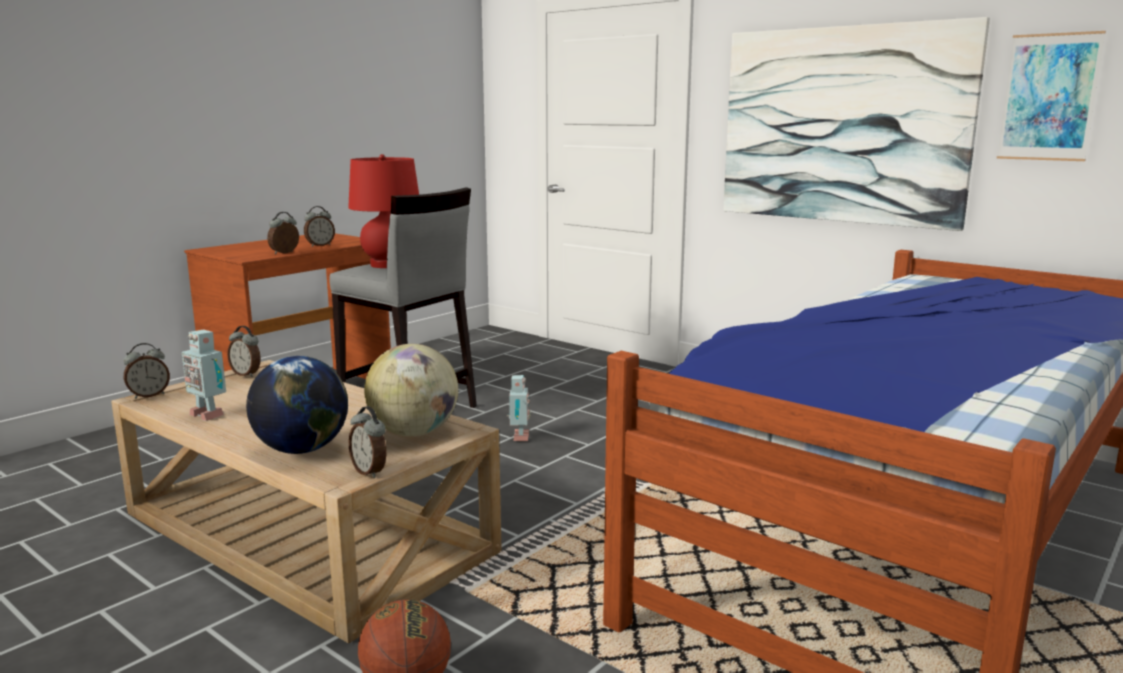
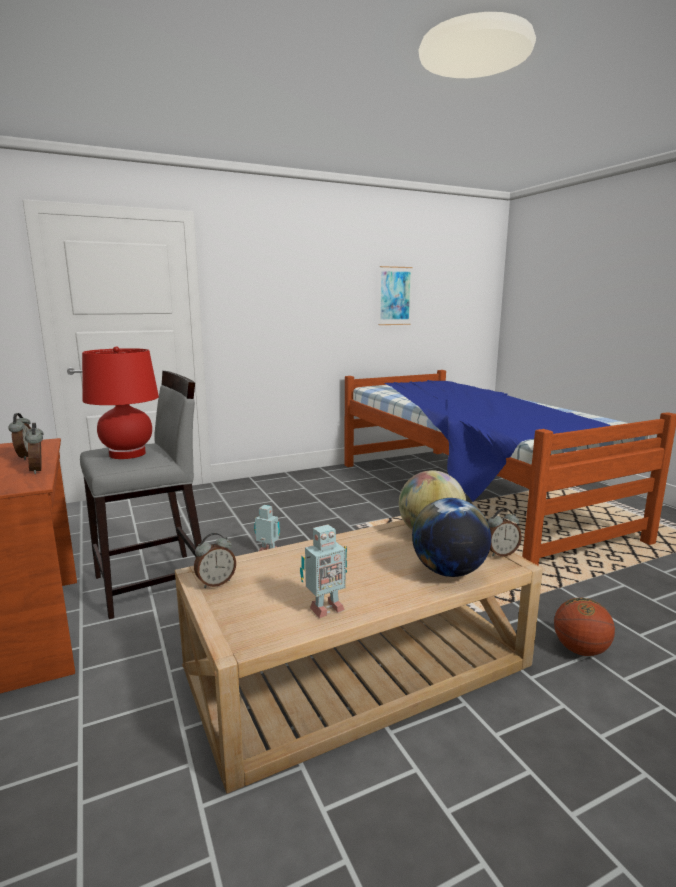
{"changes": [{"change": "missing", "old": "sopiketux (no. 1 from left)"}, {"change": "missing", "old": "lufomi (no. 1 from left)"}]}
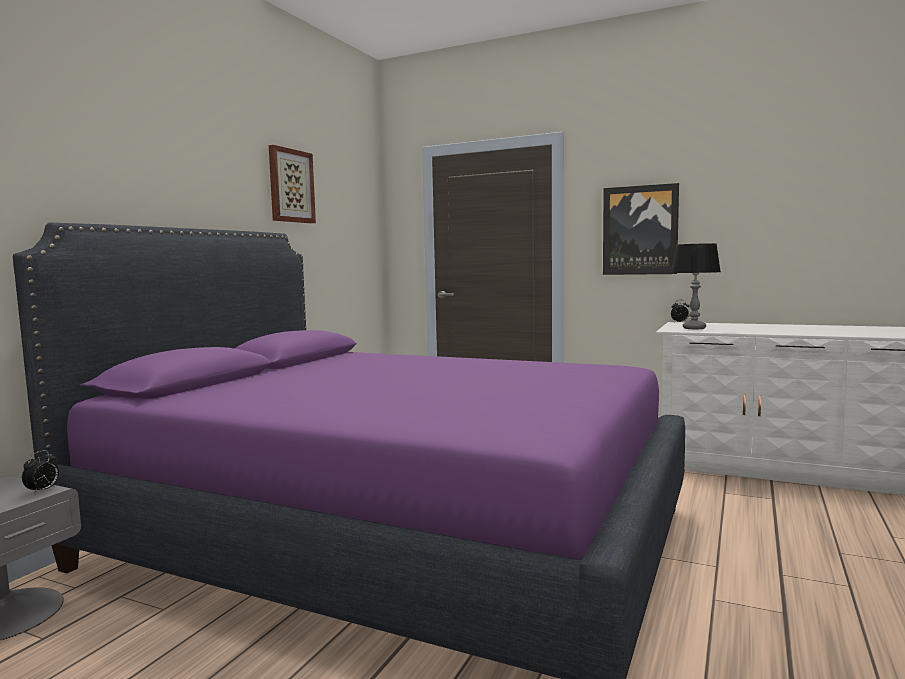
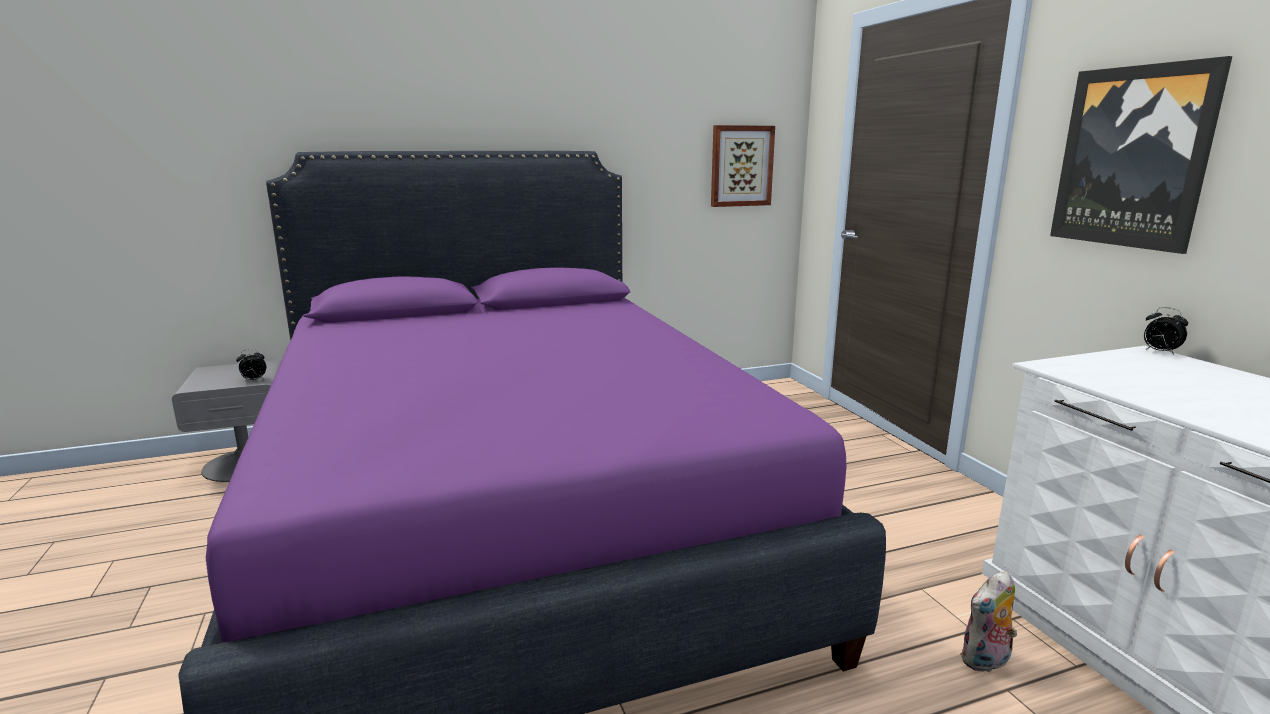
{"changes": [{"change": "relocated", "old": "lufomi (no. 1 from left)"}, {"change": "appeared", "new": "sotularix"}, {"change": "missing", "old": "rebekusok"}]}
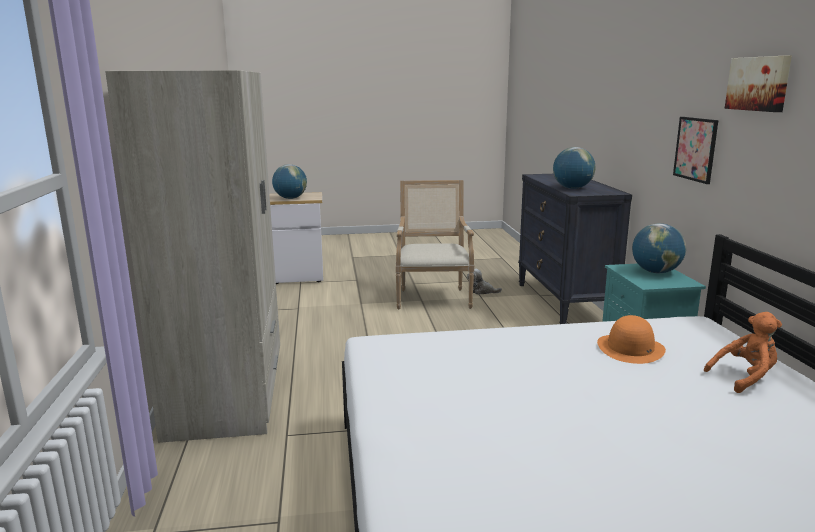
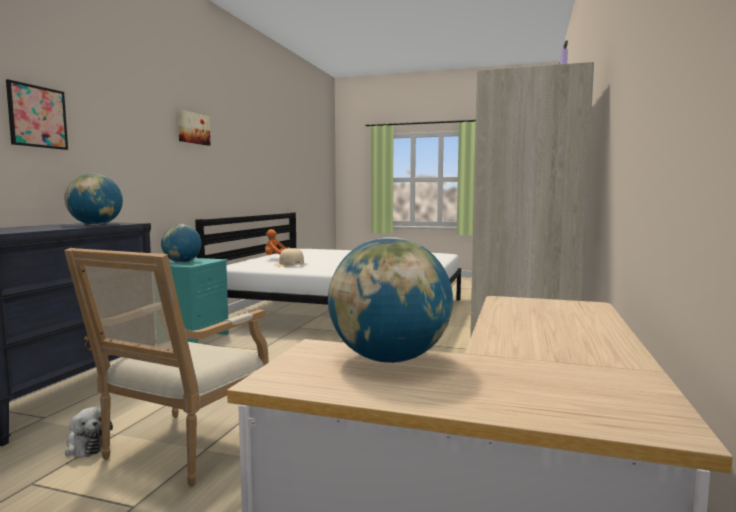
{"changes": [{"change": "relocated", "old": "lufomi (no. 1 from left)"}, {"change": "colour", "old": "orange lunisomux", "new": "beige lunisomux"}]}
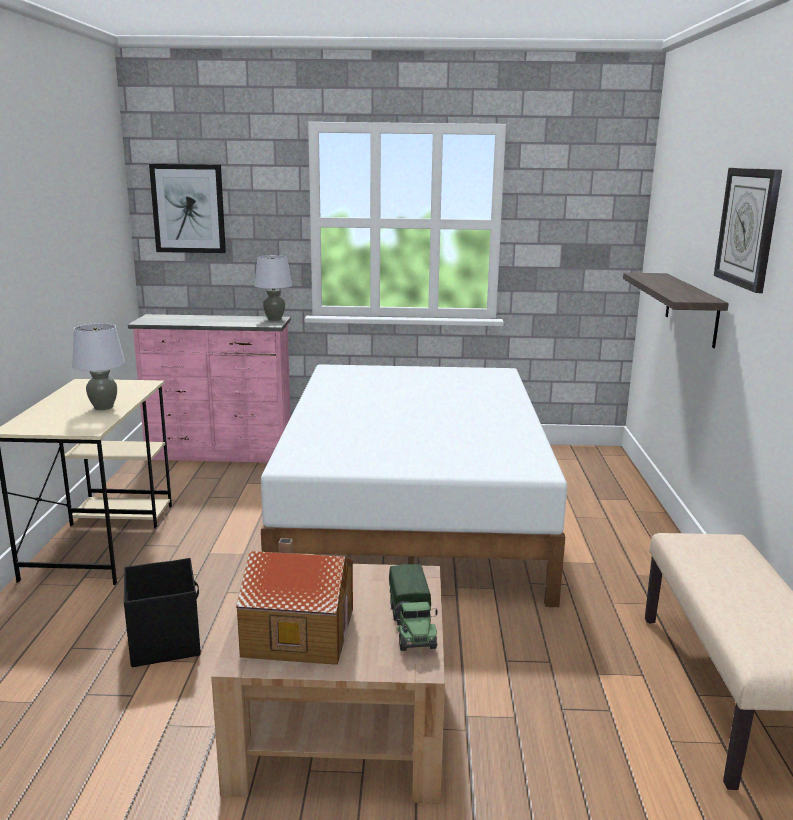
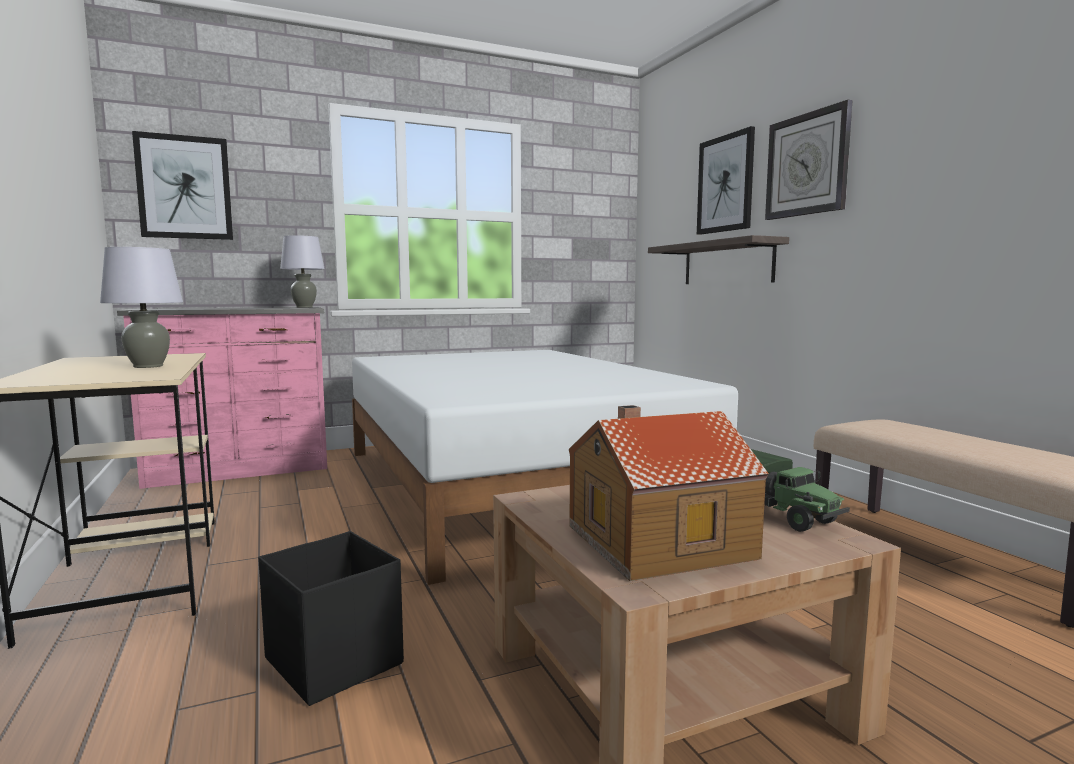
{"changes": [{"change": "appeared", "new": "lufomi (no. 2 from left)"}]}
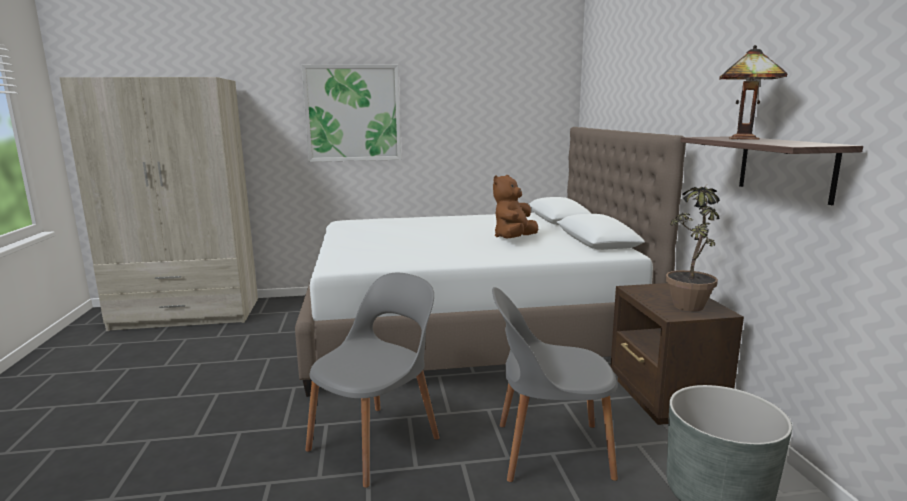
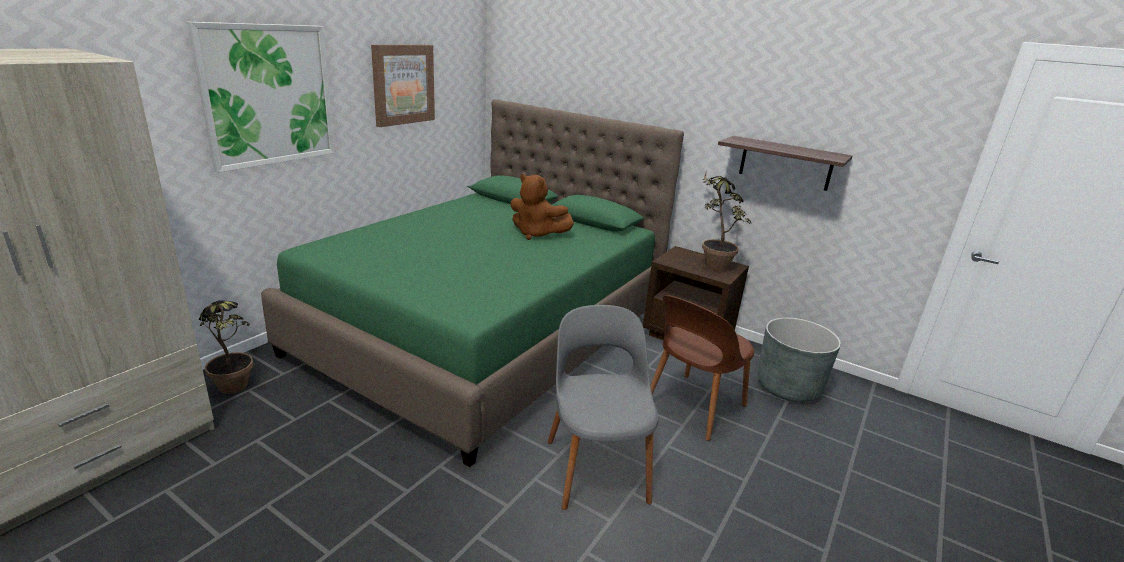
{"changes": [{"change": "appeared", "new": "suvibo (no. 1 from left)"}, {"change": "colour", "old": "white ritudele", "new": "green ritudele"}, {"change": "appeared", "new": "lufomi (no. 2 from left)"}, {"change": "spun", "old": "brown sotularix", "degrees": -45}, {"change": "colour", "old": "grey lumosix (no. 2 from left)", "new": "brown lumosix"}, {"change": "missing", "old": "rebekusok"}]}
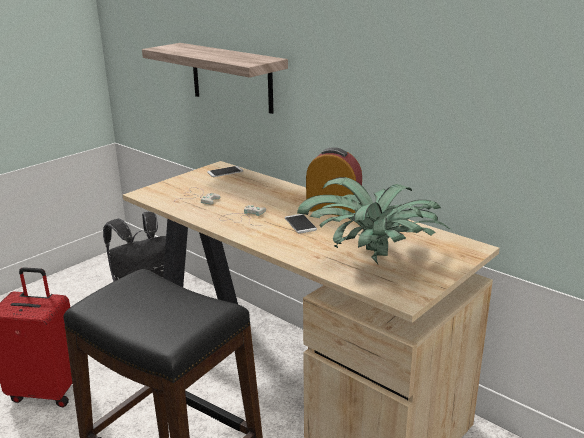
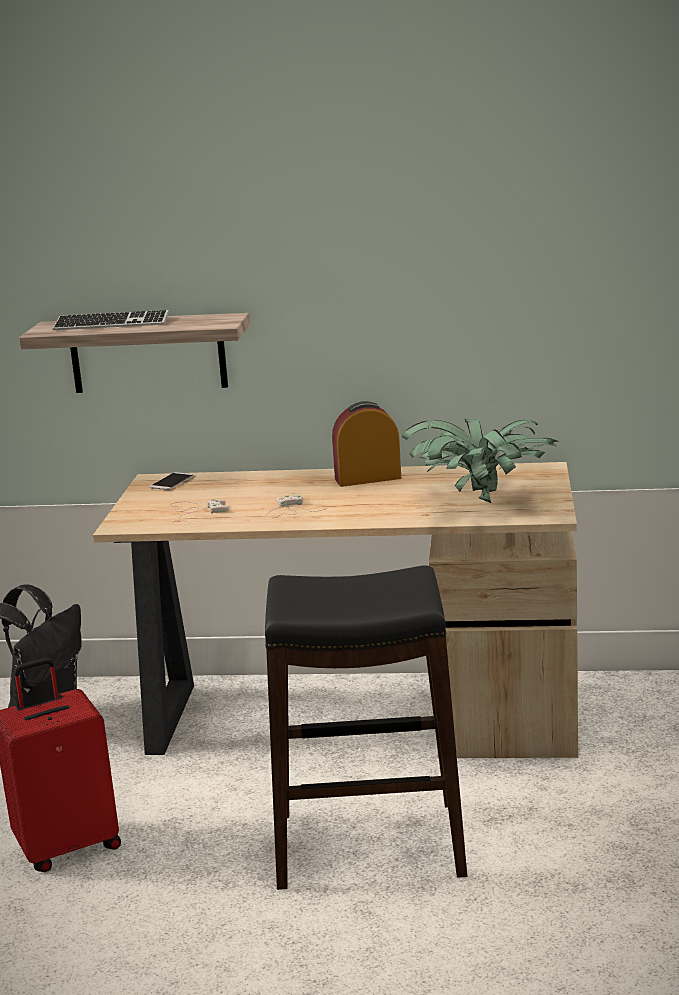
{"changes": [{"change": "appeared", "new": "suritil"}, {"change": "missing", "old": "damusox (no. 2 from left)"}]}
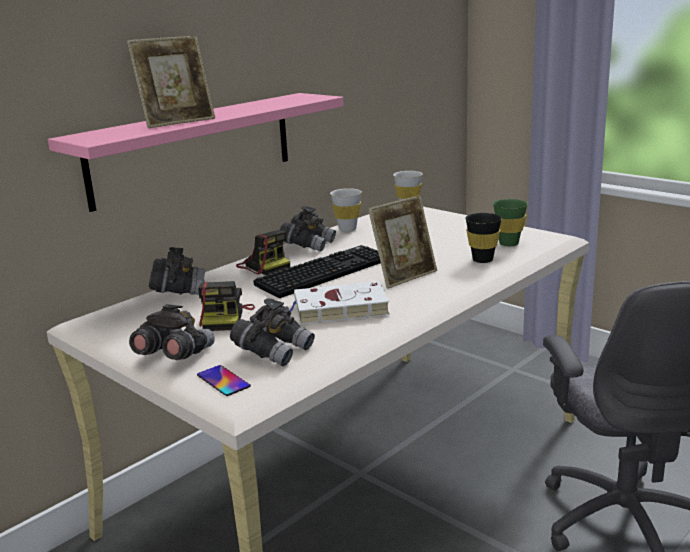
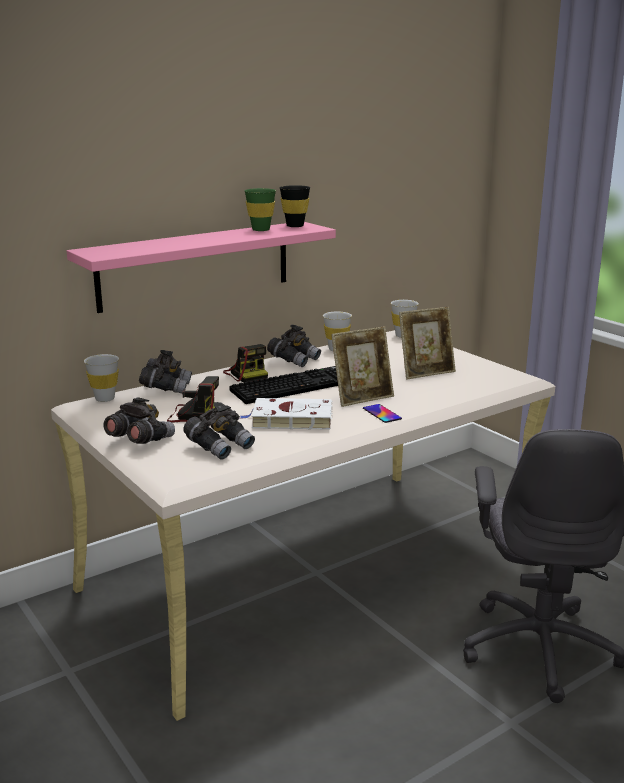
{"changes": [{"change": "appeared", "new": "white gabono (no. 1 from left)"}, {"change": "spun", "old": "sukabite (no. 1 from left)", "degrees": -90}, {"change": "relocated", "old": "green gabono"}, {"change": "relocated", "old": "black gabono"}, {"change": "relocated", "old": "damusox"}, {"change": "relocated", "old": "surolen (no. 1 from left in the first image)", "new": "surolen (no. 2 from left)"}]}
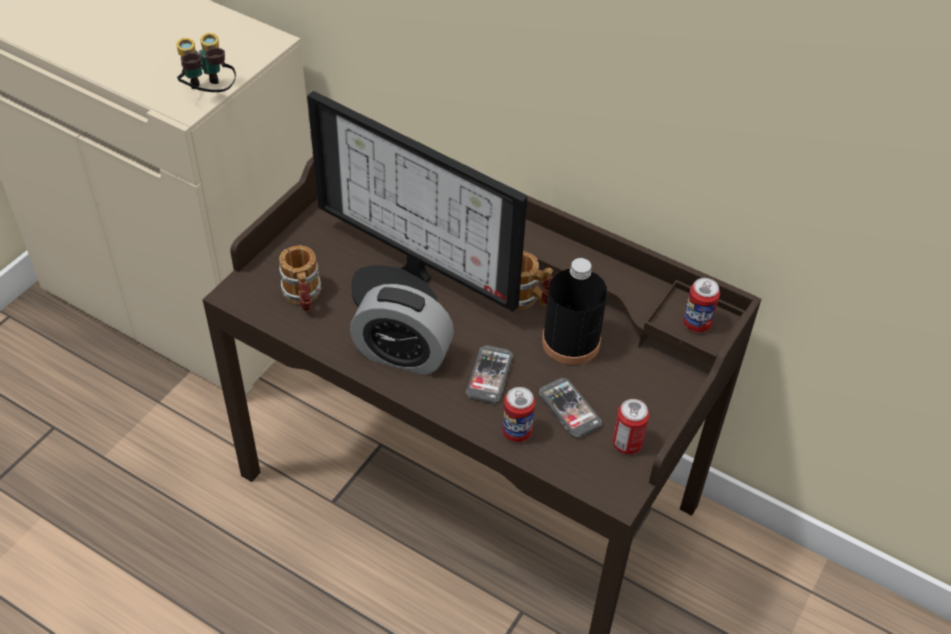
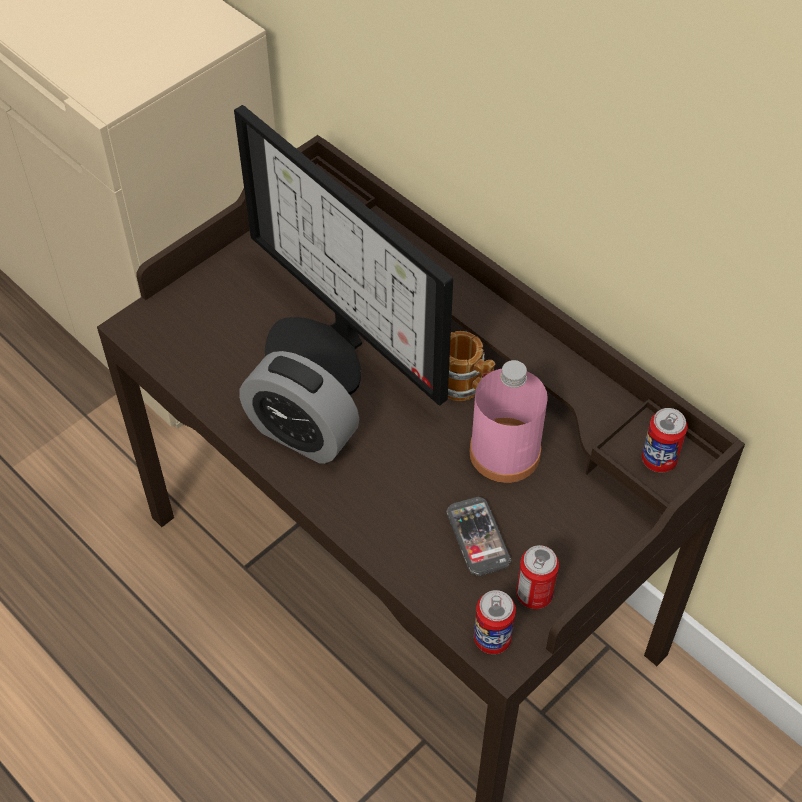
{"changes": [{"change": "colour", "old": "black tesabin", "new": "pink tesabin"}, {"change": "relocated", "old": "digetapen (no. 1 from left)"}, {"change": "missing", "old": "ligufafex"}, {"change": "missing", "old": "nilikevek (no. 1 from left)"}, {"change": "missing", "old": "damusox (no. 1 from left)"}]}
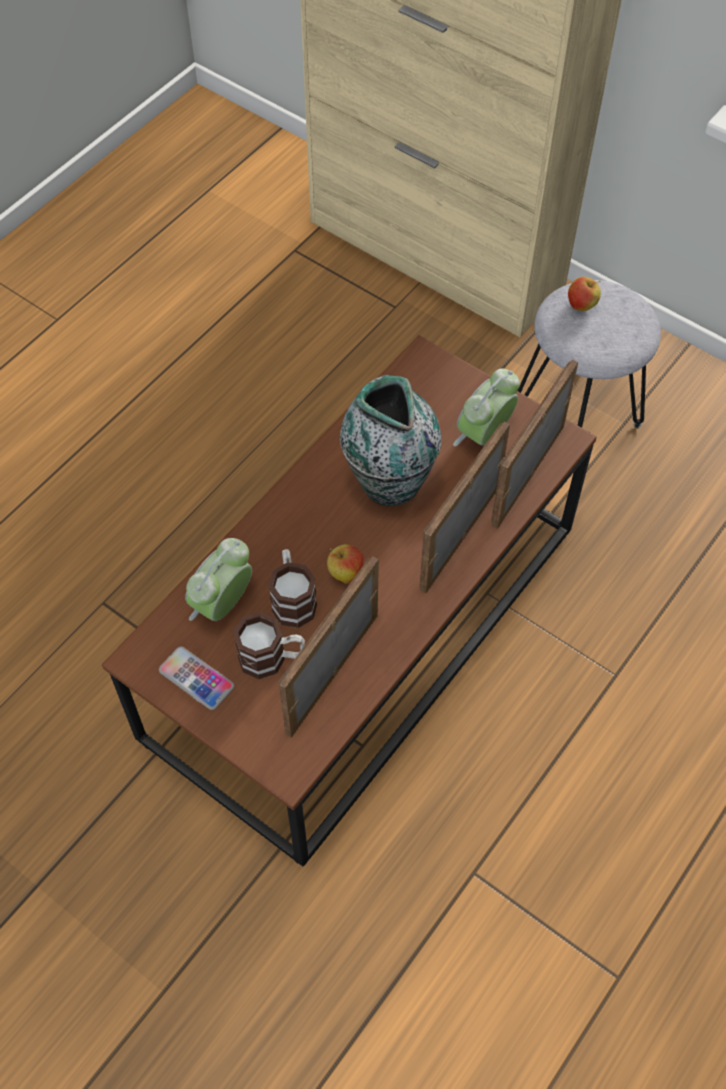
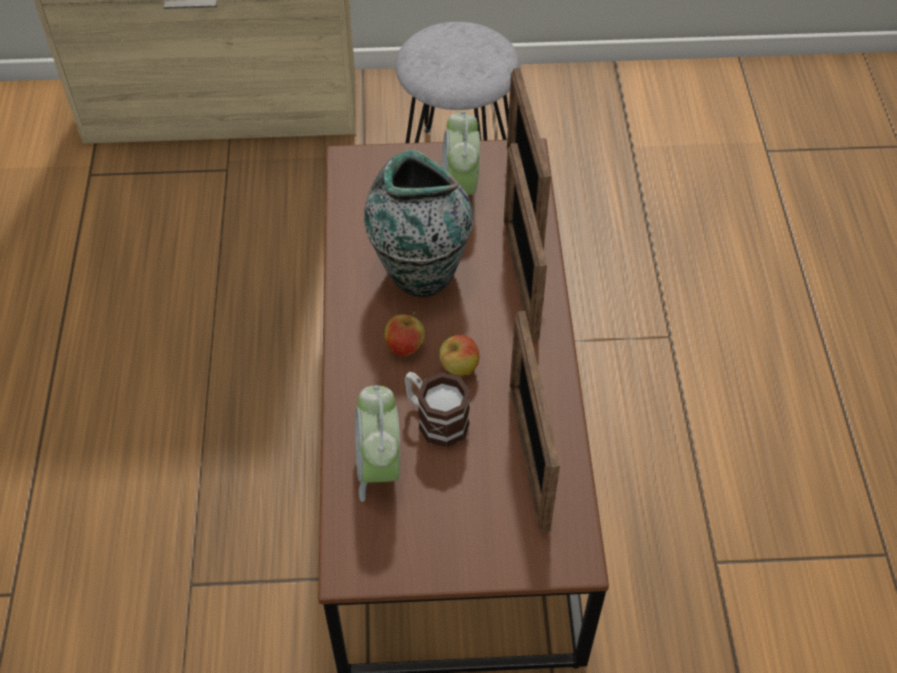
{"changes": [{"change": "relocated", "old": "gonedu (no. 2 from left in the first image)", "new": "gonedu (no. 1 from left)"}, {"change": "missing", "old": "damusox"}, {"change": "missing", "old": "nilikevek (no. 1 from left)"}]}
